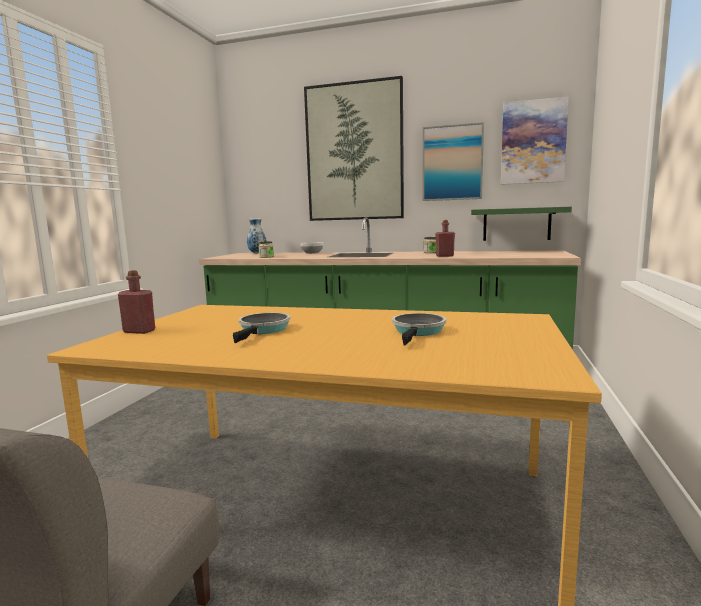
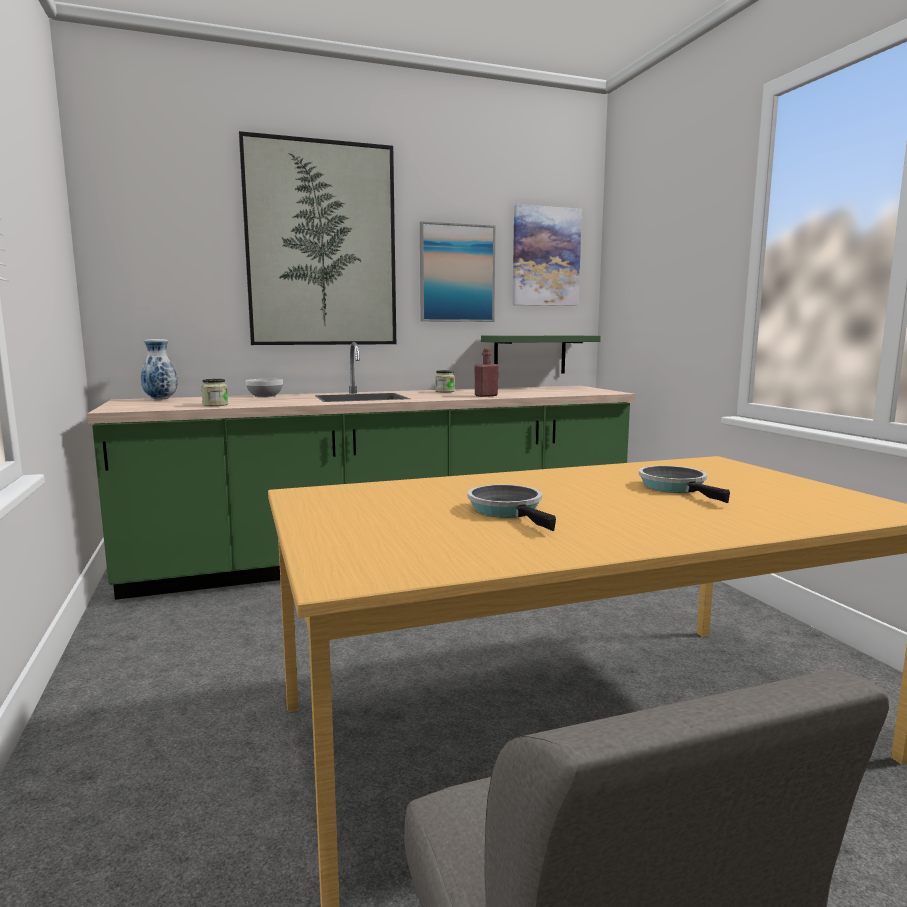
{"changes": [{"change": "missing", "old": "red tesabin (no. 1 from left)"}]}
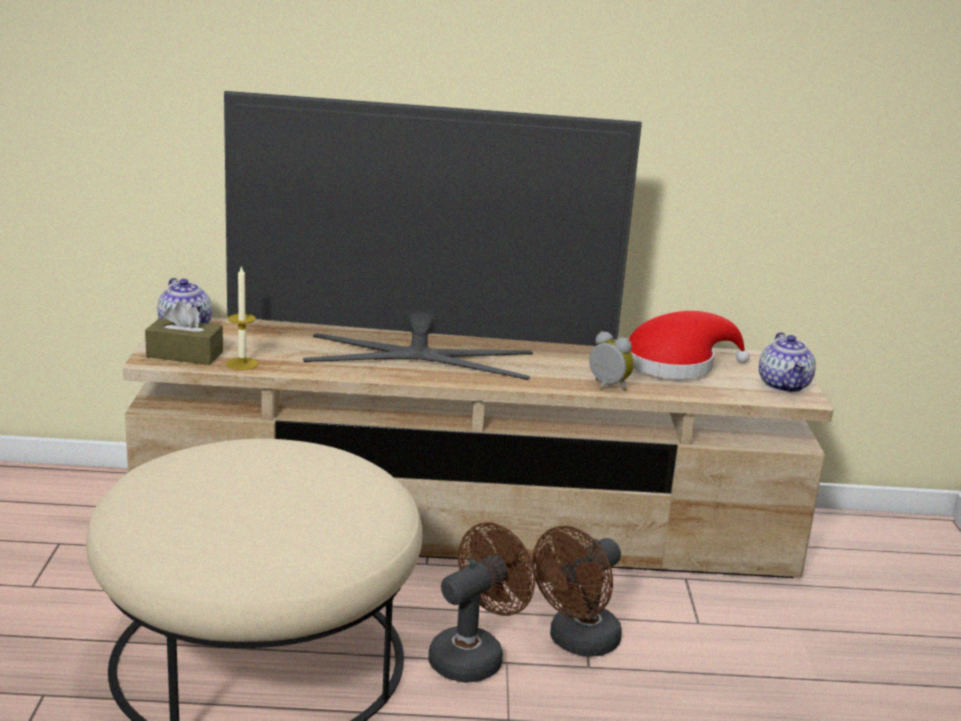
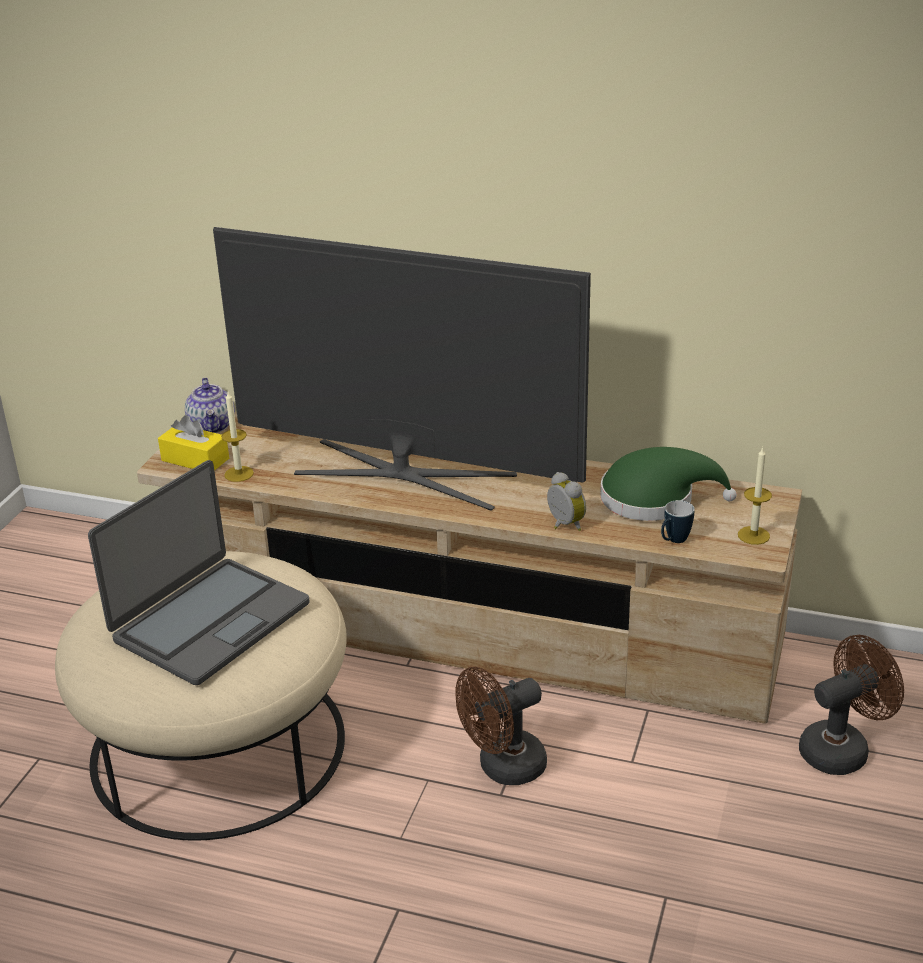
{"changes": [{"change": "appeared", "new": "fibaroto"}, {"change": "colour", "old": "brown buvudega", "new": "yellow buvudega"}, {"change": "colour", "old": "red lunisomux", "new": "green lunisomux"}, {"change": "appeared", "new": "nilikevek"}, {"change": "exchanged", "old": "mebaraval (no. 2 from left)", "new": "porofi (no. 2 from left)"}, {"change": "relocated", "old": "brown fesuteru (no. 1 from left in the first image)", "new": "brown fesuteru (no. 2 from left)"}]}
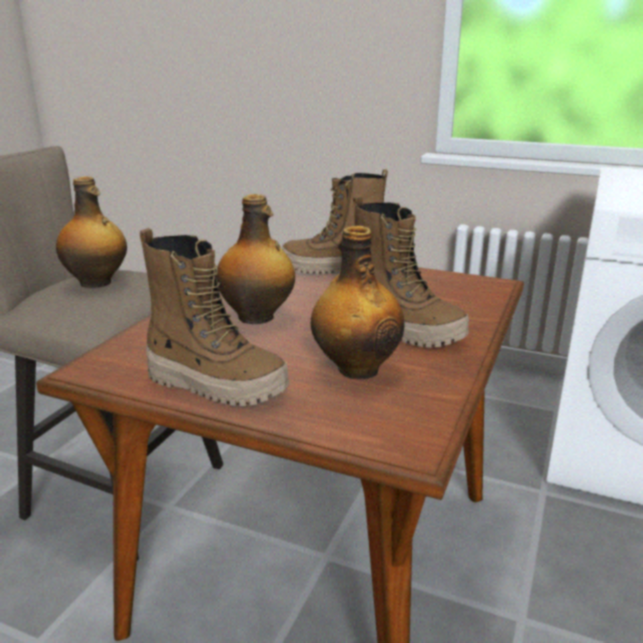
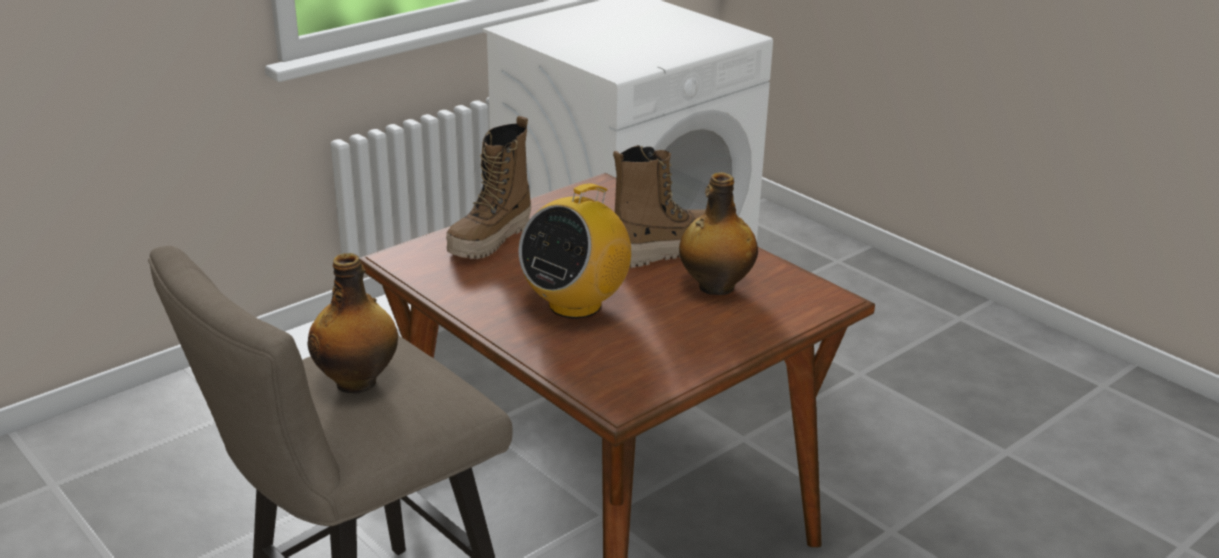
{"changes": [{"change": "exchanged", "old": "tesabin (no. 2 from left)", "new": "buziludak"}, {"change": "missing", "old": "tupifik (no. 1 from left)"}]}
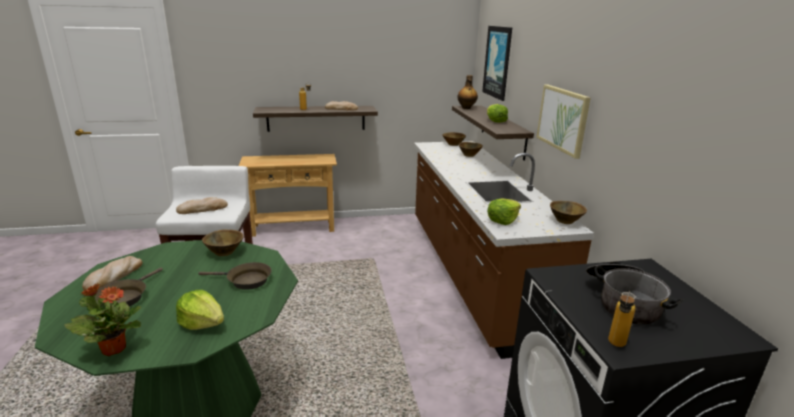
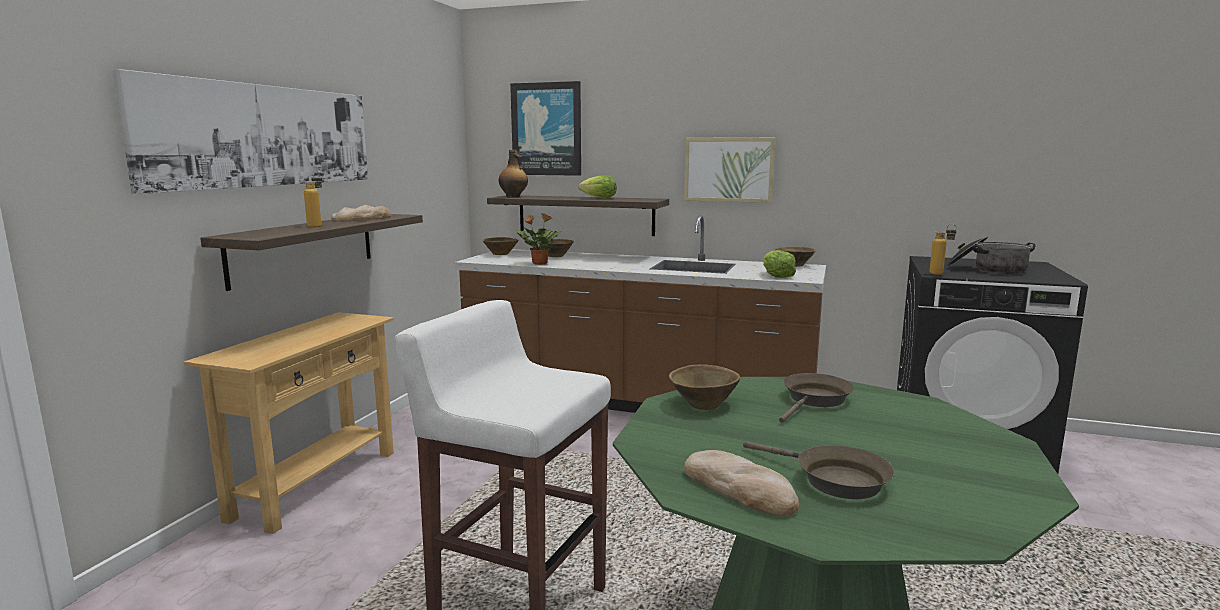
{"changes": [{"change": "appeared", "new": "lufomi (no. 1 from left)"}, {"change": "relocated", "old": "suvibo"}, {"change": "relocated", "old": "tesabin (no. 3 from left)"}, {"change": "missing", "old": "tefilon (no. 2 from left)"}, {"change": "missing", "old": "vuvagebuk (no. 1 from left)"}]}
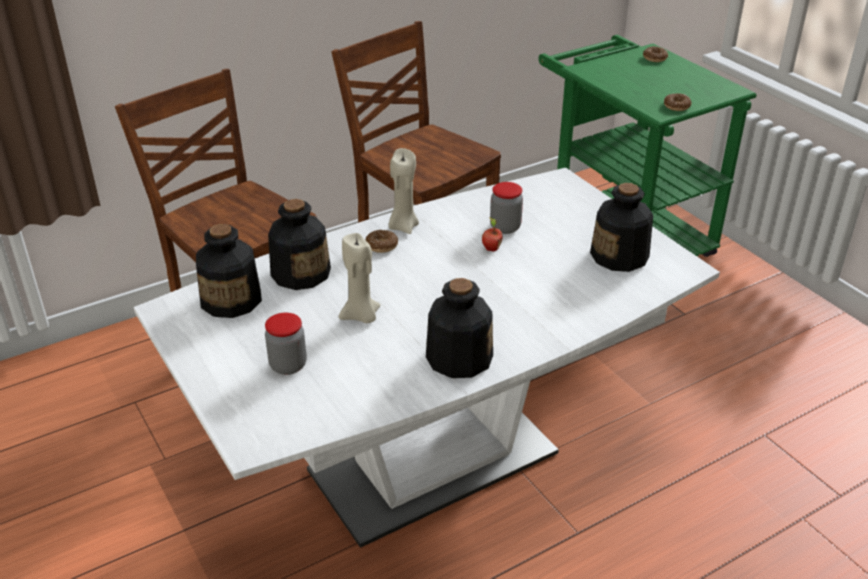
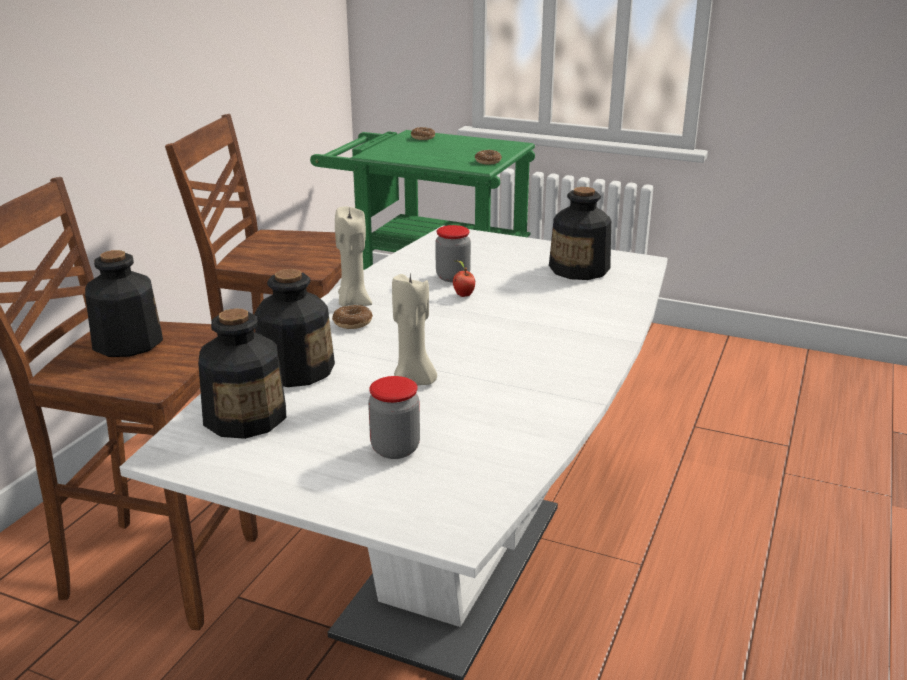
{"changes": [{"change": "relocated", "old": "tesabin (no. 3 from left in the first image)", "new": "tesabin (no. 1 from left)"}]}
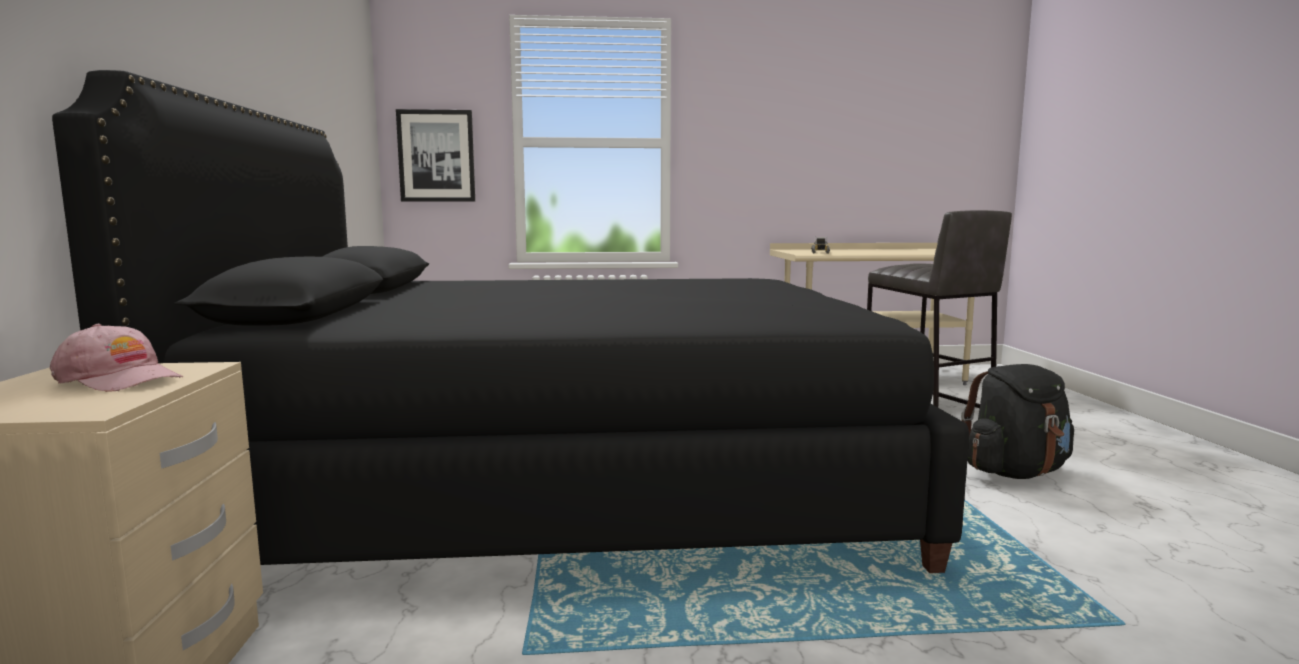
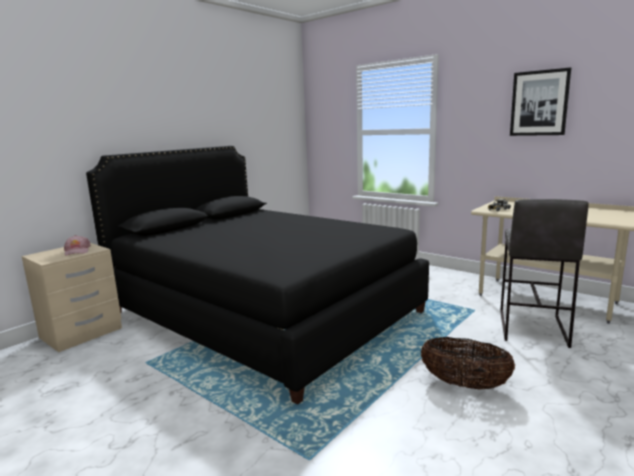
{"changes": [{"change": "exchanged", "old": "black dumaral", "new": "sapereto"}, {"change": "relocated", "old": "lufomi"}]}
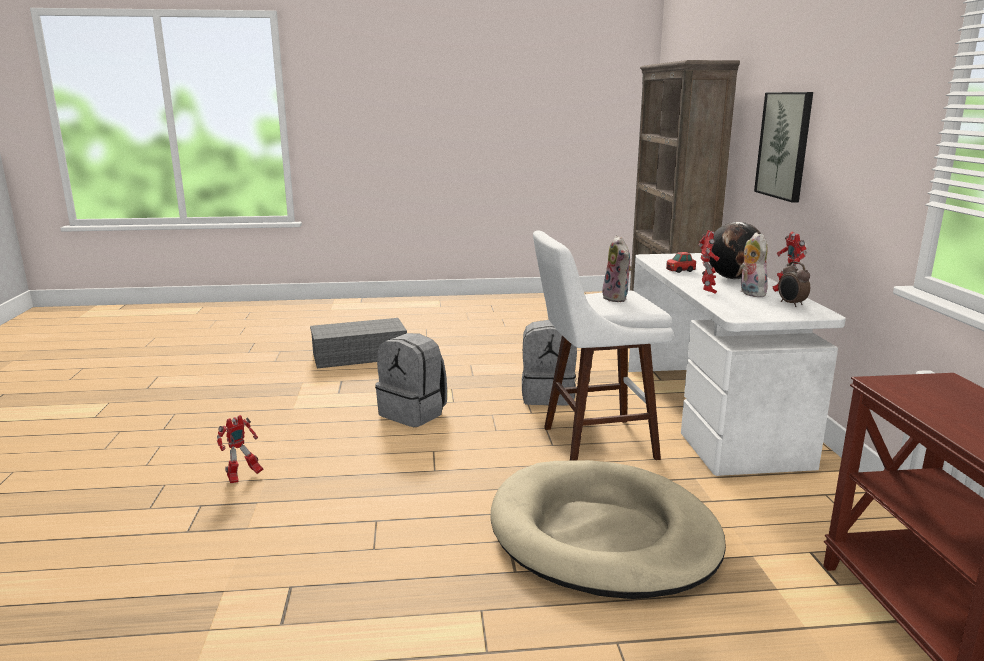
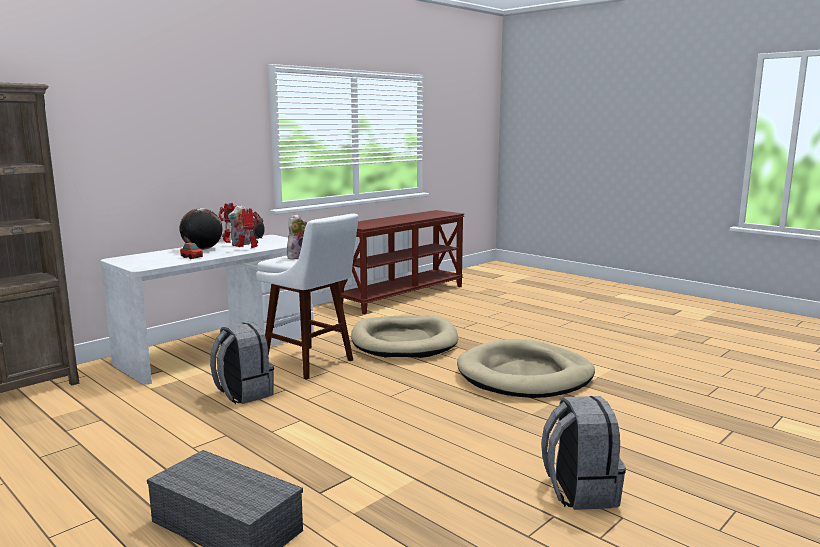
{"changes": [{"change": "appeared", "new": "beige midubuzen (no. 2 from left)"}, {"change": "relocated", "old": "grey dumaral (no. 1 from left in the first image)", "new": "grey dumaral (no. 2 from left)"}, {"change": "missing", "old": "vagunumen (no. 1 from left)"}, {"change": "missing", "old": "lufomi"}]}
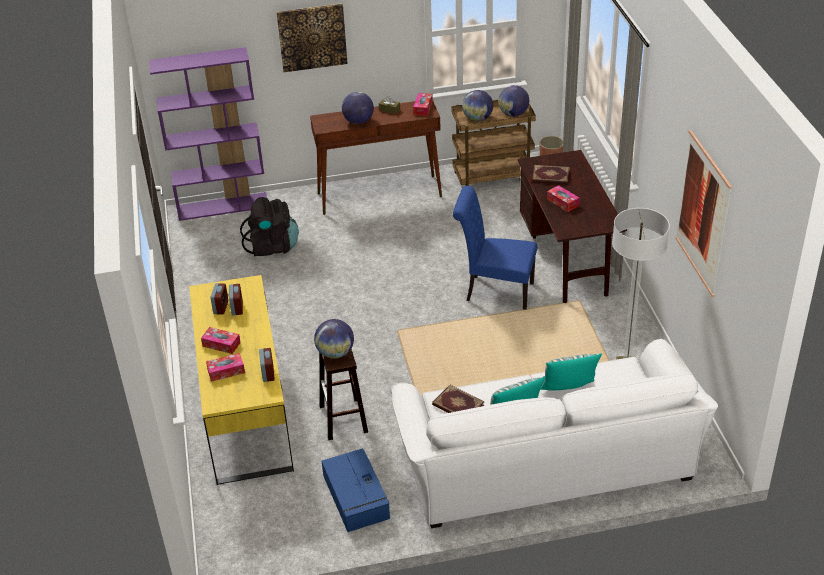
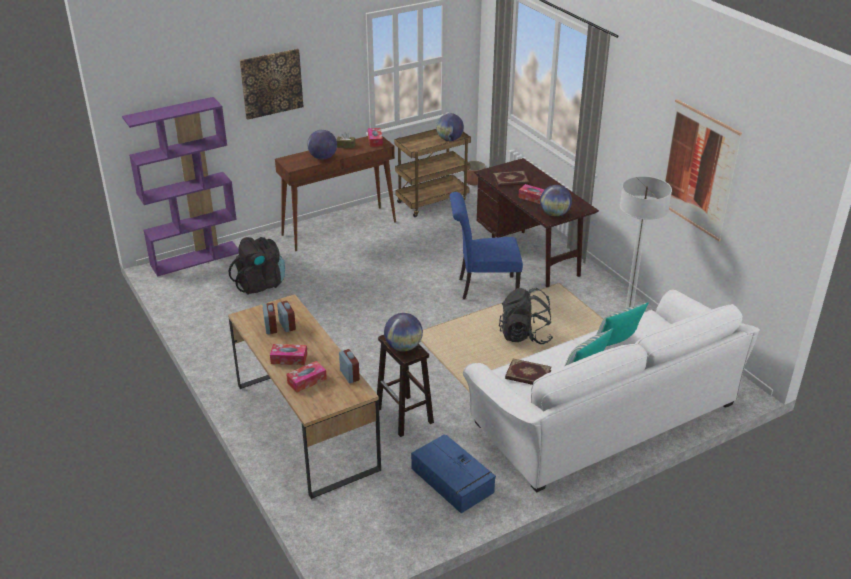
{"changes": [{"change": "colour", "old": "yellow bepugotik", "new": "brown bepugotik (no. 1 from left)"}, {"change": "appeared", "new": "black dumaral (no. 2 from left)"}, {"change": "relocated", "old": "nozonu (no. 3 from left in the first image)", "new": "nozonu (no. 4 from left)"}]}
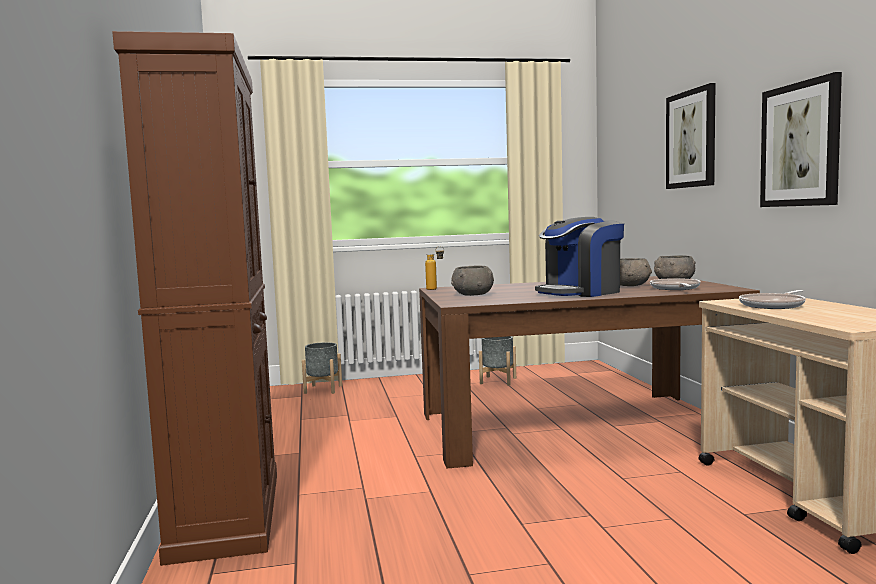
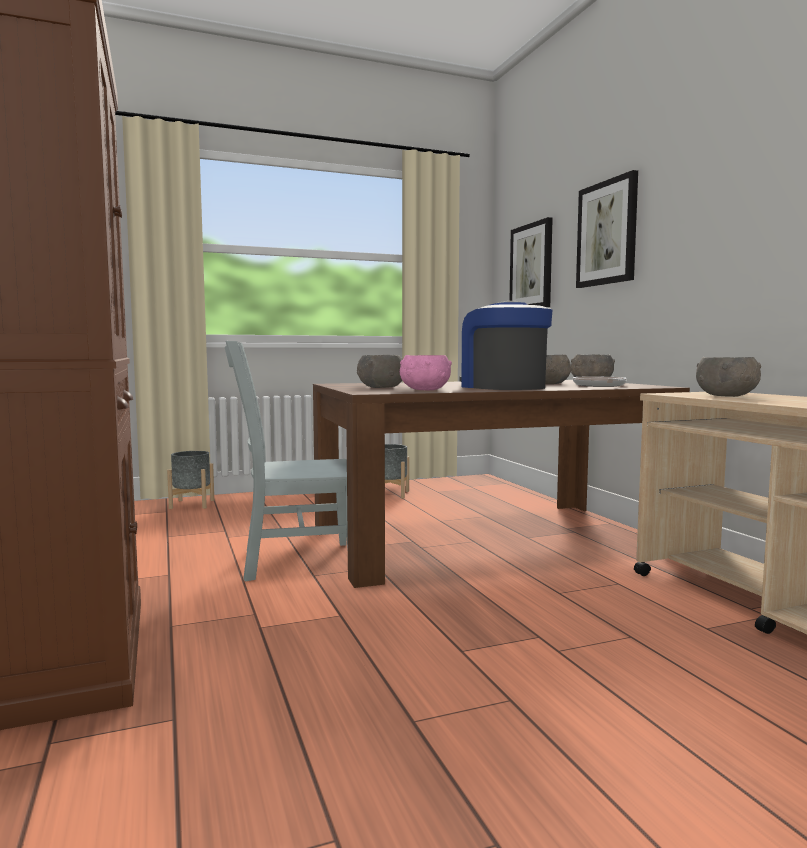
{"changes": [{"change": "appeared", "new": "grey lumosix"}, {"change": "appeared", "new": "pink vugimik"}, {"change": "spun", "old": "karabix", "degrees": 105}, {"change": "relocated", "old": "lufomi (no. 2 from left in the first image)", "new": "lufomi (no. 1 from left)"}, {"change": "exchanged", "old": "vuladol (no. 2 from left)", "new": "grey vugimik (no. 4 from left)"}, {"change": "missing", "old": "tesabin"}]}
